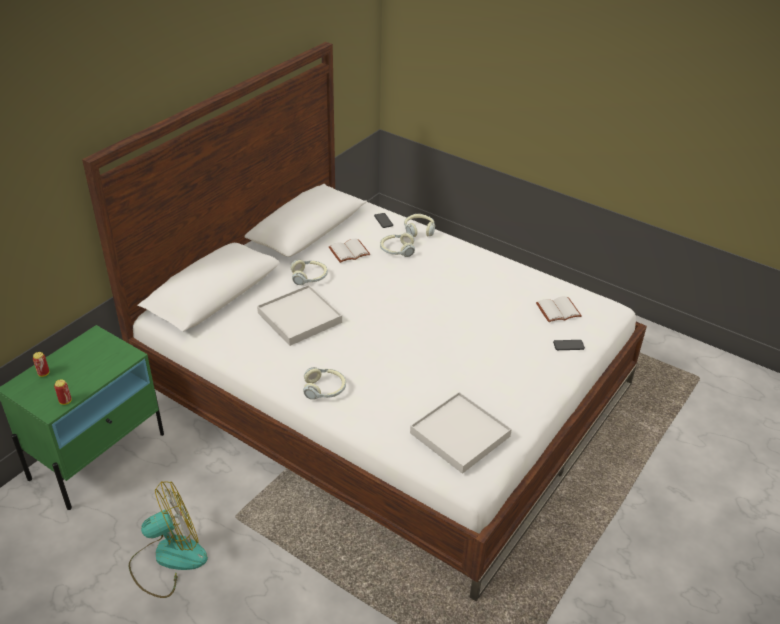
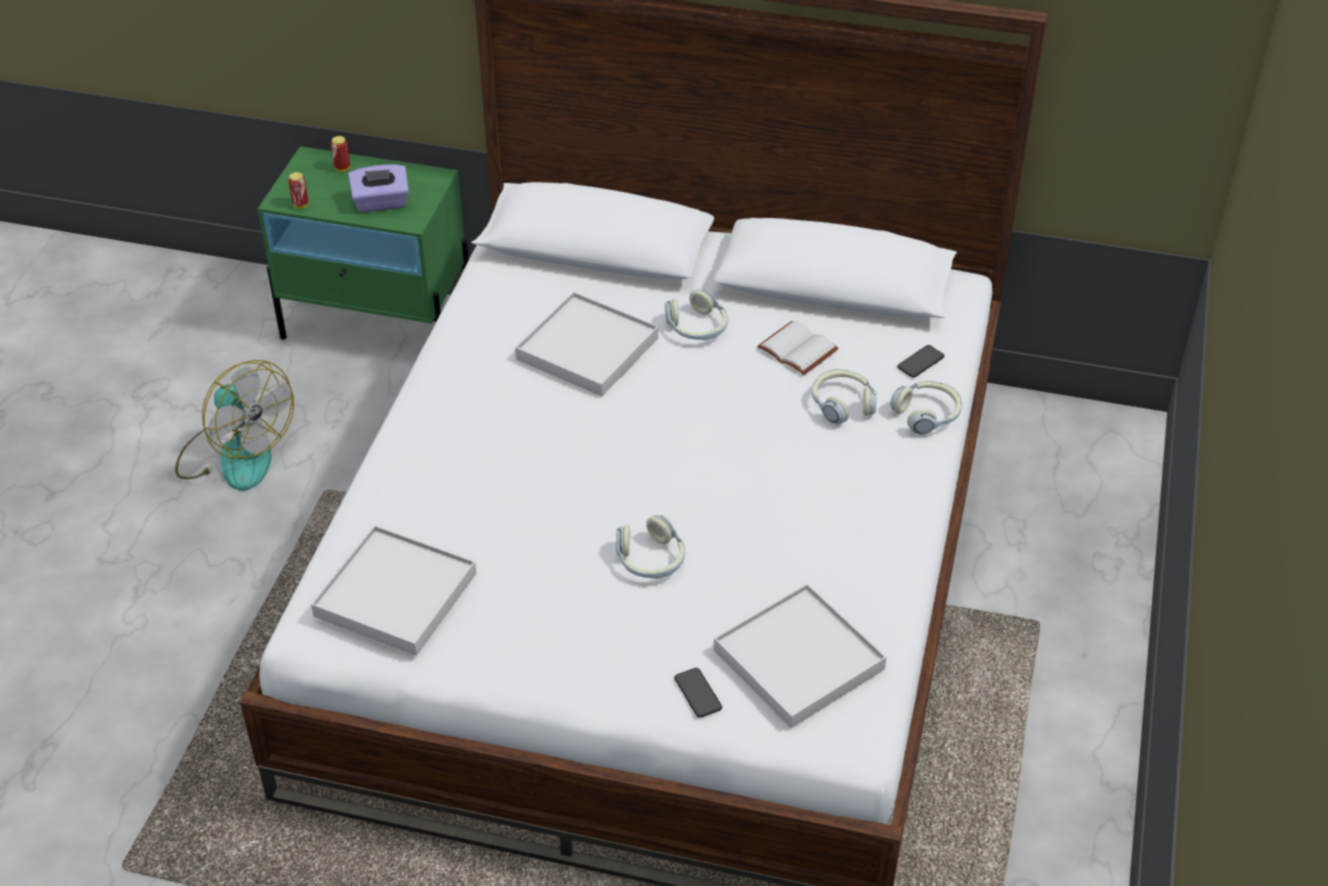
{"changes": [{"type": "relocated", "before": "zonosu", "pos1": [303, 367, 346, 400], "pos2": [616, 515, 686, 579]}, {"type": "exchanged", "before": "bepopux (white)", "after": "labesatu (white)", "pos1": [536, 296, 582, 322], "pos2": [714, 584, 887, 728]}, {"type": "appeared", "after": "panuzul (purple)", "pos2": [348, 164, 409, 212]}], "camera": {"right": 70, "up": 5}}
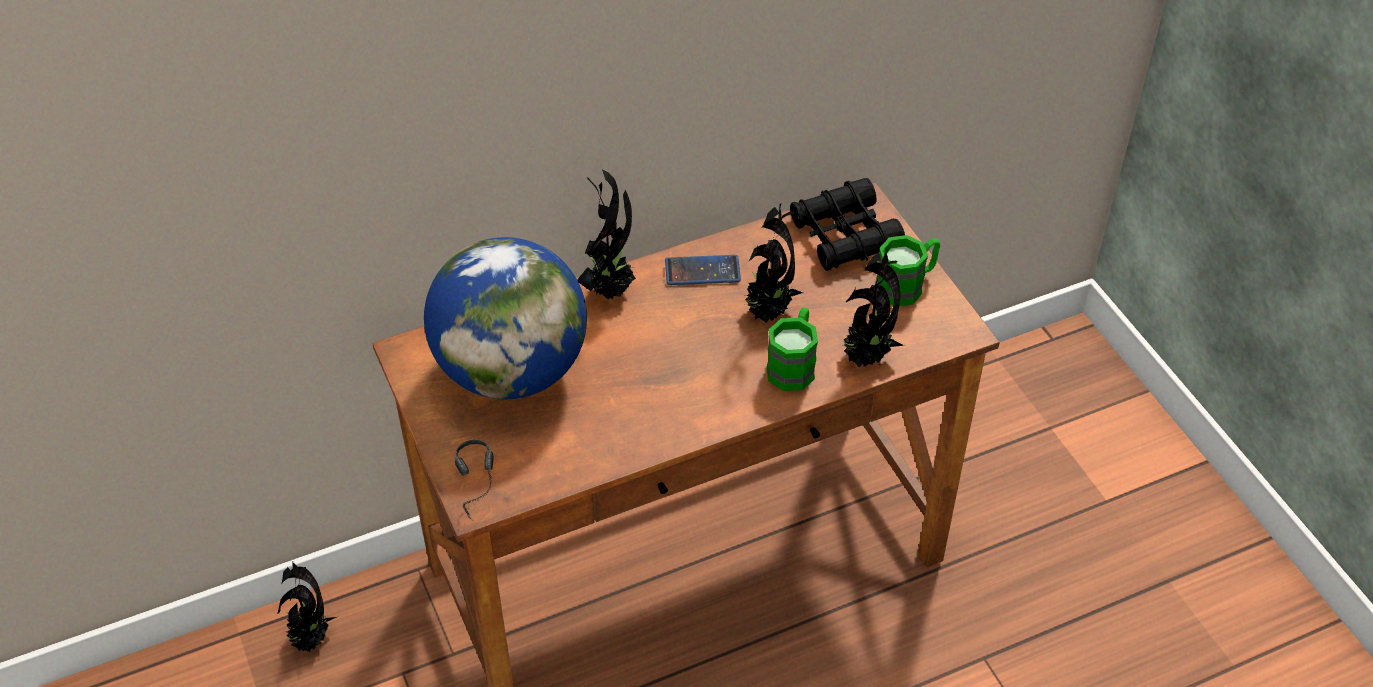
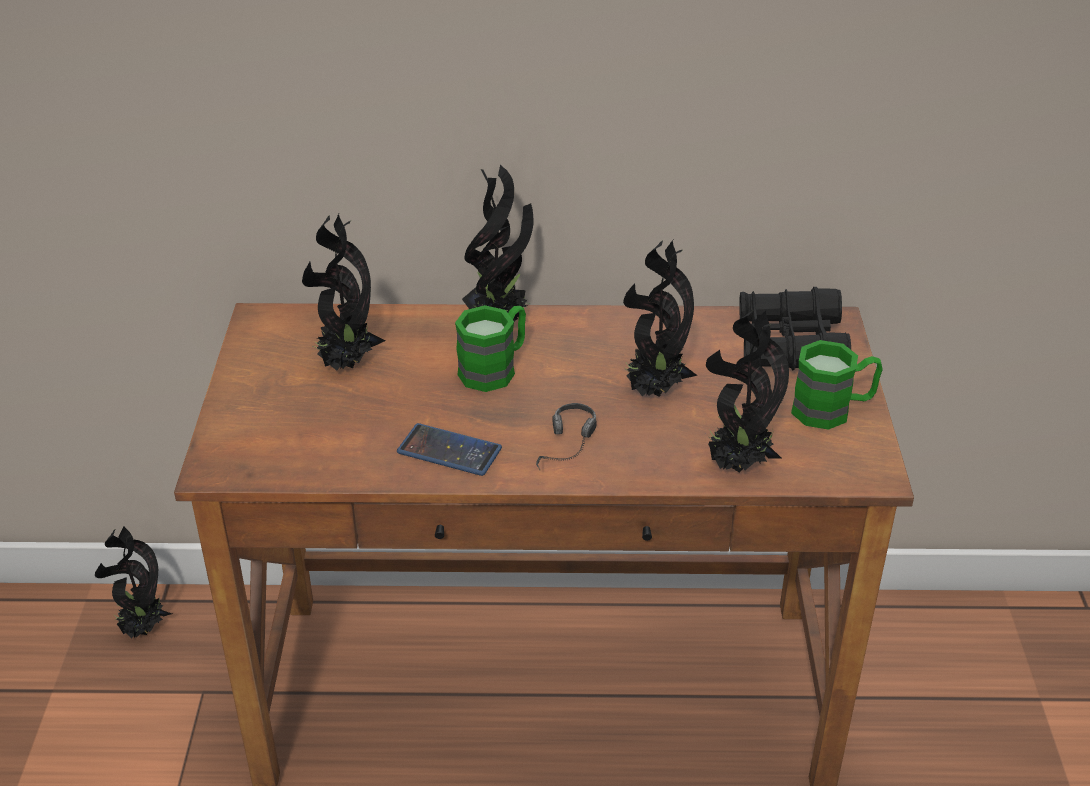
{"changes": [{"type": "exchanged", "before": "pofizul", "after": "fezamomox", "pos1": [424, 237, 587, 399], "pos2": [302, 214, 385, 371]}, {"type": "relocated", "before": "zonosu", "pos1": [455, 440, 493, 521], "pos2": [536, 403, 597, 470]}, {"type": "relocated", "before": "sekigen", "pos1": [665, 255, 741, 285], "pos2": [397, 423, 502, 476]}, {"type": "relocated", "before": "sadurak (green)", "pos1": [767, 308, 818, 391], "pos2": [455, 305, 526, 392]}], "camera": {"right": 25, "up": -10}}
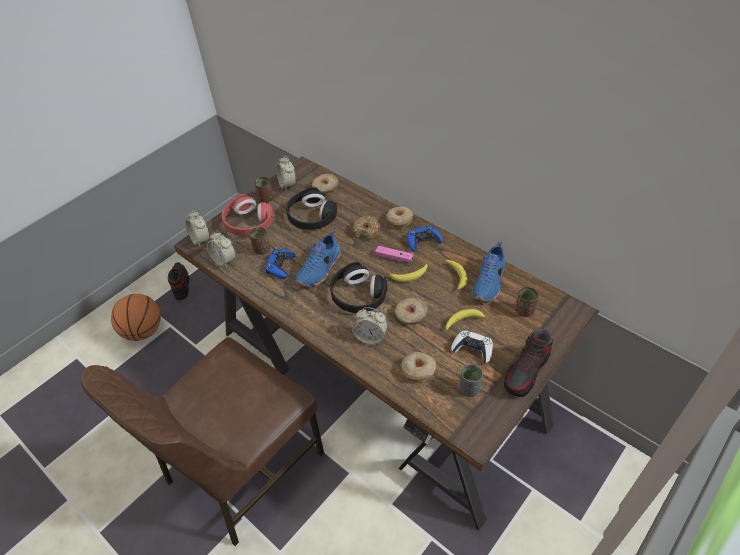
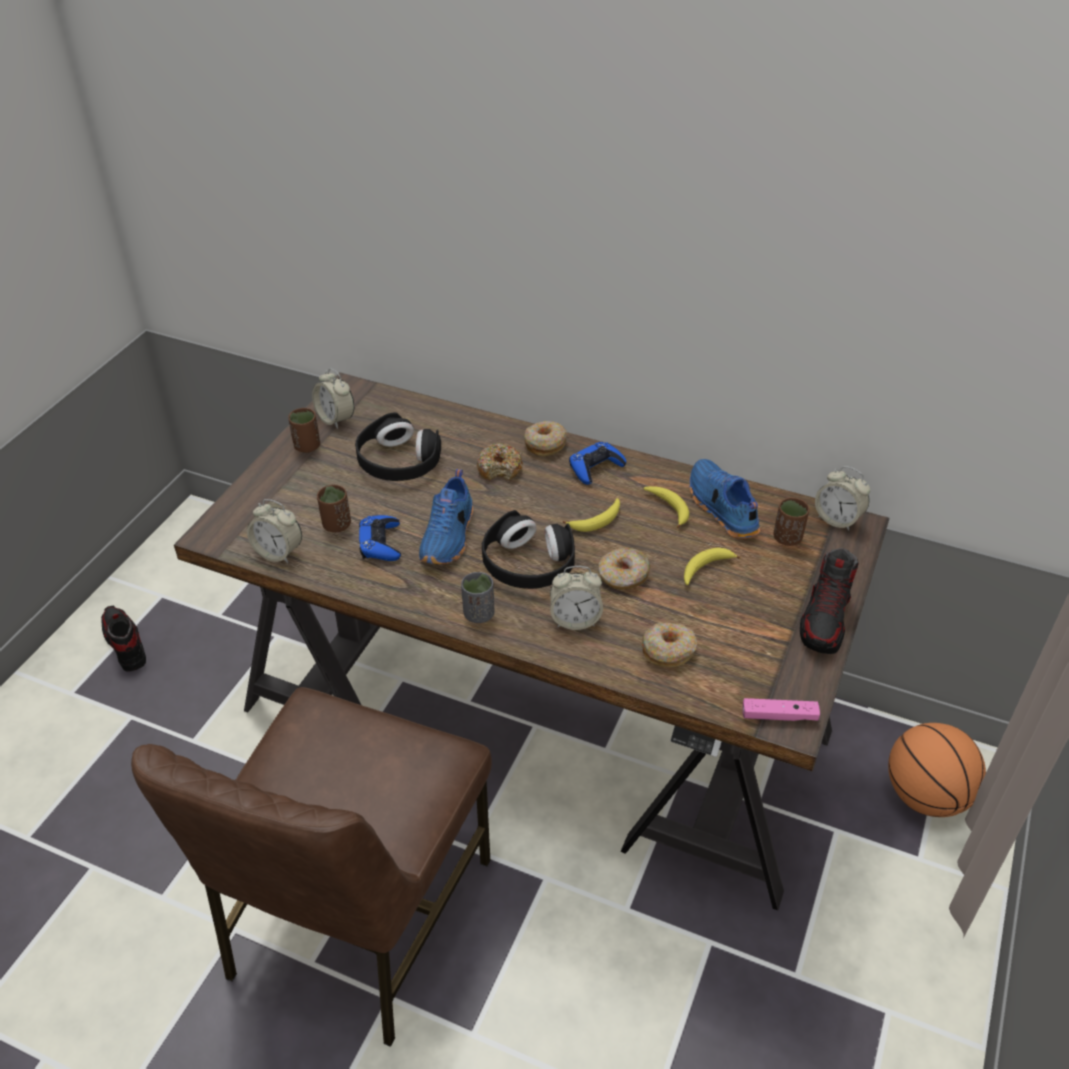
{"changes": [{"type": "relocated", "before": "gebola", "pos1": [111, 294, 161, 341], "pos2": [888, 723, 986, 817]}, {"type": "relocated", "before": "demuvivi", "pos1": [186, 210, 210, 247], "pos2": [815, 466, 870, 531]}, {"type": "missing", "before": "zonosu (red)", "pos1": [222, 194, 273, 236]}, {"type": "missing", "before": "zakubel", "pos1": [312, 174, 338, 194]}, {"type": "relocated", "before": "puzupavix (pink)", "pos1": [375, 246, 414, 263], "pos2": [742, 698, 820, 721]}, {"type": "missing", "before": "puzupavix (white)", "pos1": [451, 330, 493, 364]}, {"type": "relocated", "before": "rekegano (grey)", "pos1": [460, 364, 483, 397], "pos2": [461, 572, 495, 623]}, {"type": "spun", "before": "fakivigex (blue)", "pos1": [472, 241, 505, 302], "pos2": [689, 459, 760, 539], "turn": 150}], "camera": {"right": -20, "up": -5}}
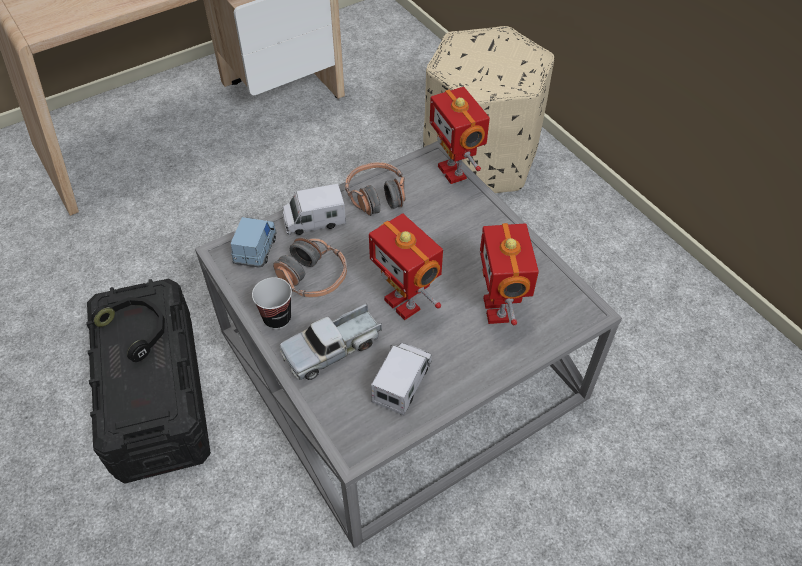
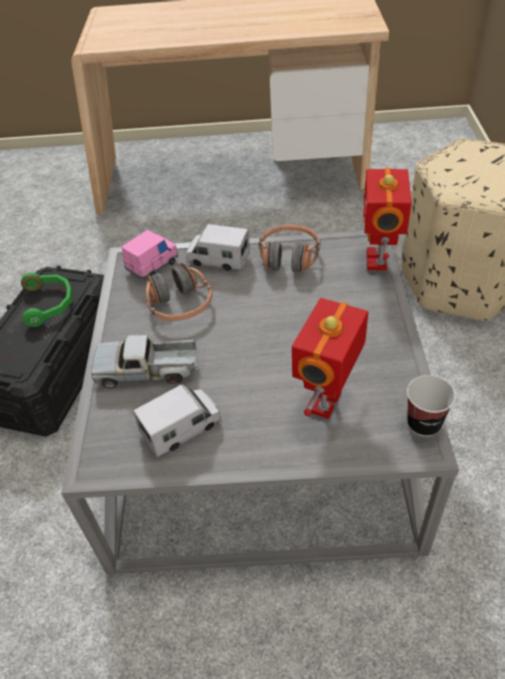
{"changes": [{"type": "colour", "before": "zonosu (black)", "after": "zonosu (green)", "pos1": [91, 297, 165, 362], "pos2": [21, 273, 73, 327]}, {"type": "colour", "before": "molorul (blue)", "after": "molorul (pink)", "pos1": [231, 217, 277, 268], "pos2": [121, 230, 178, 279]}, {"type": "relocated", "before": "rekegano", "pos1": [252, 277, 292, 329], "pos2": [407, 375, 456, 437]}, {"type": "missing", "before": "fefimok", "pos1": [369, 213, 443, 320]}], "camera": {"right": 35, "up": -5}}
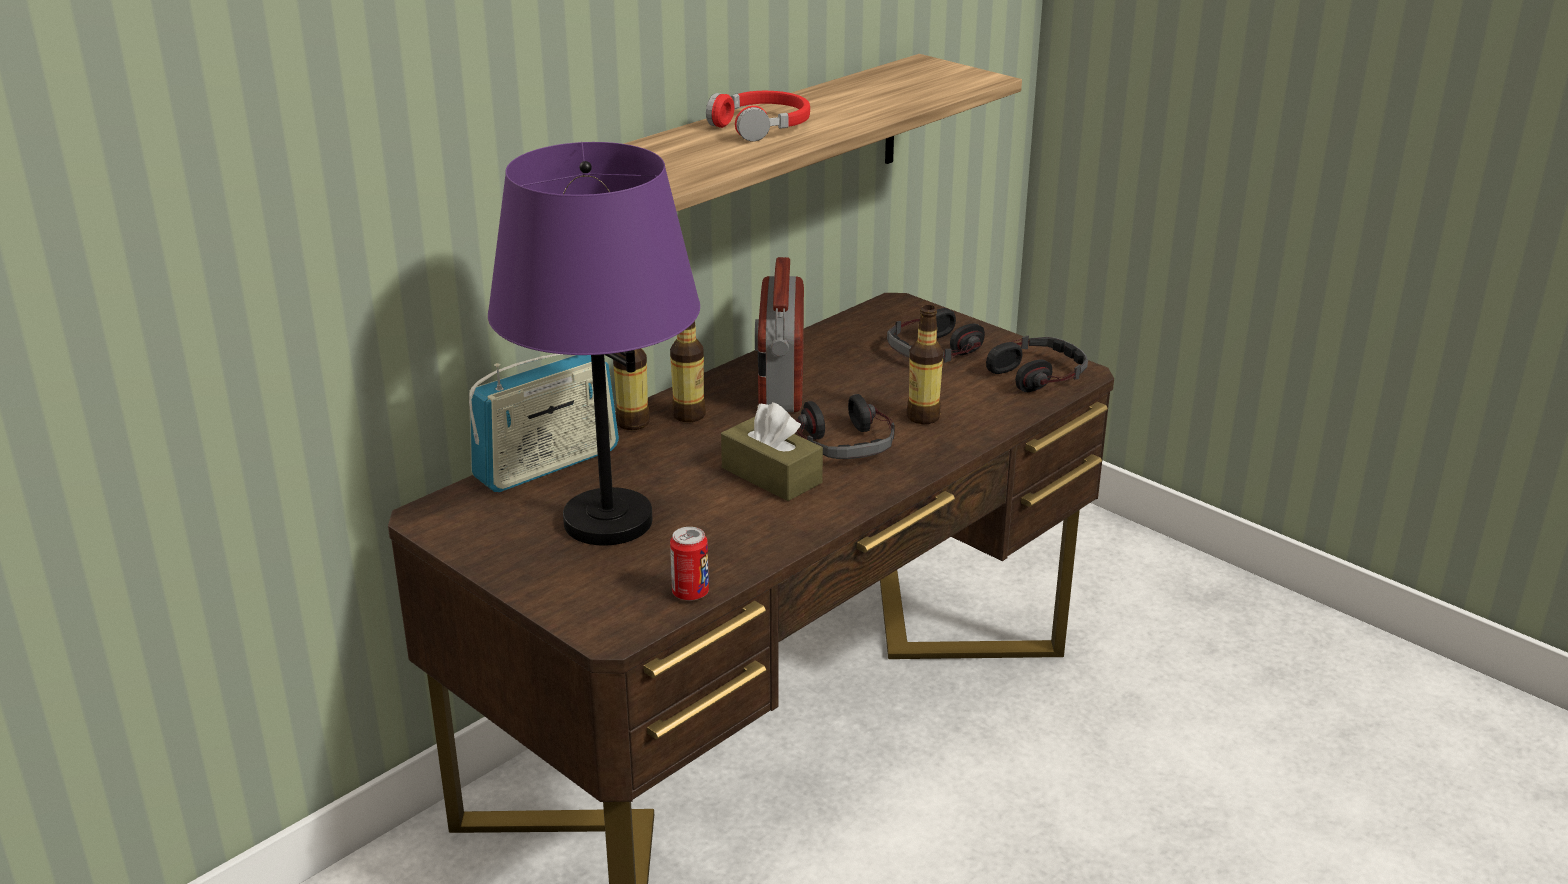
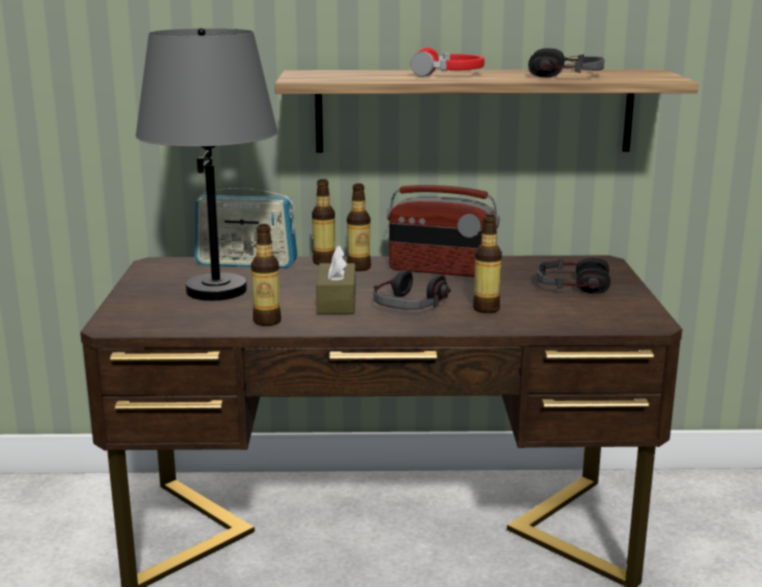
{"changes": [{"type": "colour", "before": "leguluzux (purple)", "after": "leguluzux (grey)", "pos1": [488, 142, 700, 546], "pos2": [136, 28, 278, 301]}, {"type": "missing", "before": "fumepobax", "pos1": [670, 527, 709, 601]}, {"type": "spun", "before": "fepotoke", "pos1": [755, 257, 804, 412], "pos2": [387, 185, 500, 277], "turn": -120}, {"type": "relocated", "before": "zonosu", "pos1": [986, 336, 1088, 392], "pos2": [528, 48, 604, 78]}, {"type": "appeared", "after": "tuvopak", "pos2": [251, 224, 281, 326]}], "camera": {"right": 45, "up": -10}}
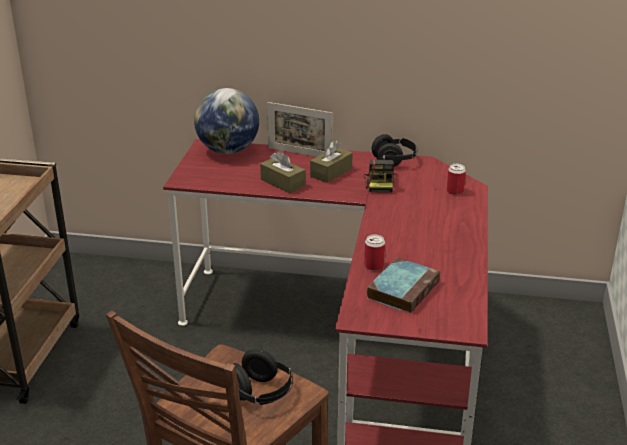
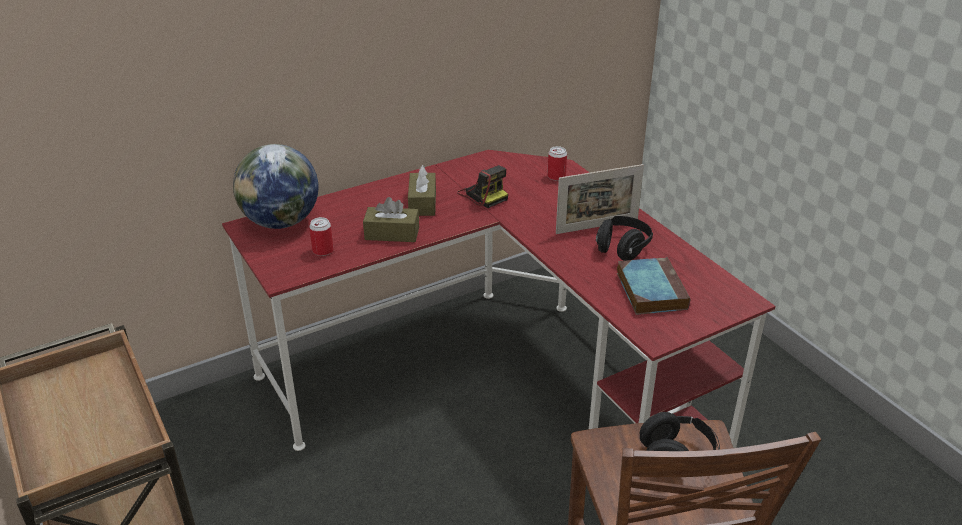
{"changes": [{"type": "relocated", "before": "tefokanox", "pos1": [267, 102, 333, 157], "pos2": [556, 164, 644, 234]}, {"type": "relocated", "before": "fumepobax", "pos1": [364, 234, 385, 271], "pos2": [309, 217, 334, 256]}, {"type": "relocated", "before": "zonosu (black)", "pos1": [372, 134, 418, 167], "pos2": [596, 216, 653, 261]}], "camera": {"right": -40, "up": 5}}
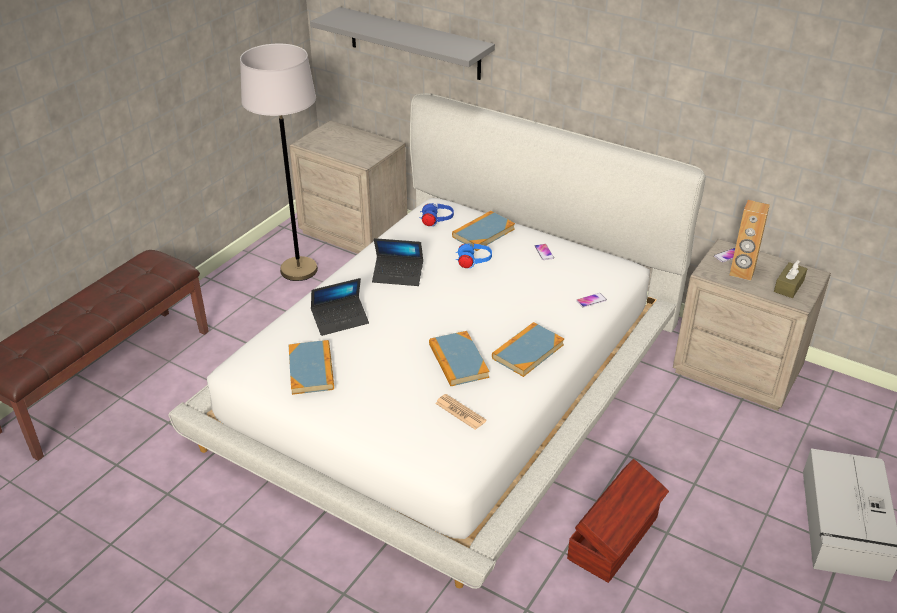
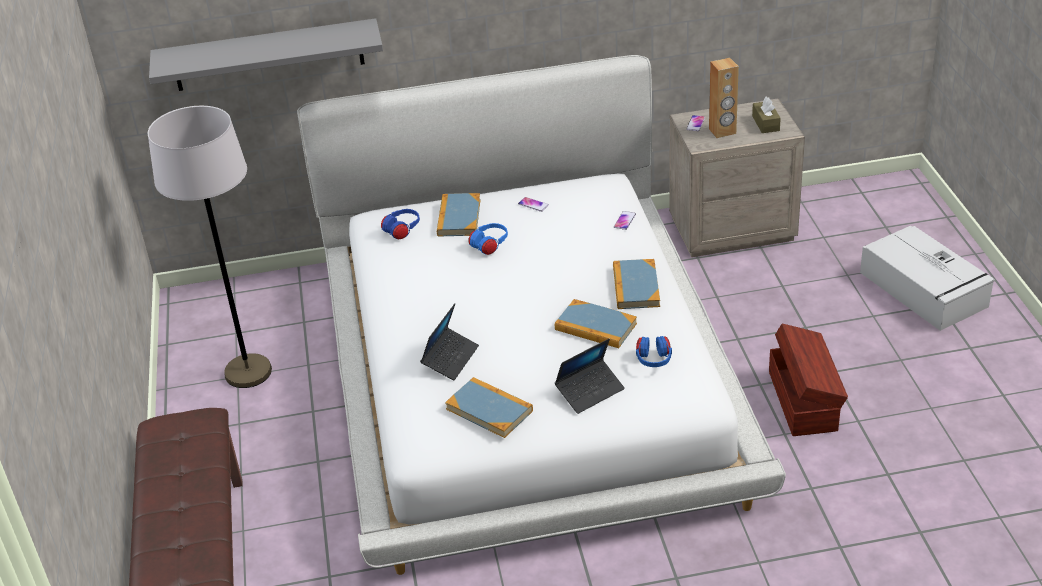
{"changes": [{"type": "missing", "before": "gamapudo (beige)", "pos1": [289, 120, 408, 254]}, {"type": "relocated", "before": "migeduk", "pos1": [372, 238, 423, 286], "pos2": [555, 339, 625, 414]}, {"type": "exchanged", "before": "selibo", "after": "zonosu (blue)", "pos1": [435, 394, 487, 430], "pos2": [636, 336, 672, 367]}], "camera": {"right": -40, "up": 0}}
